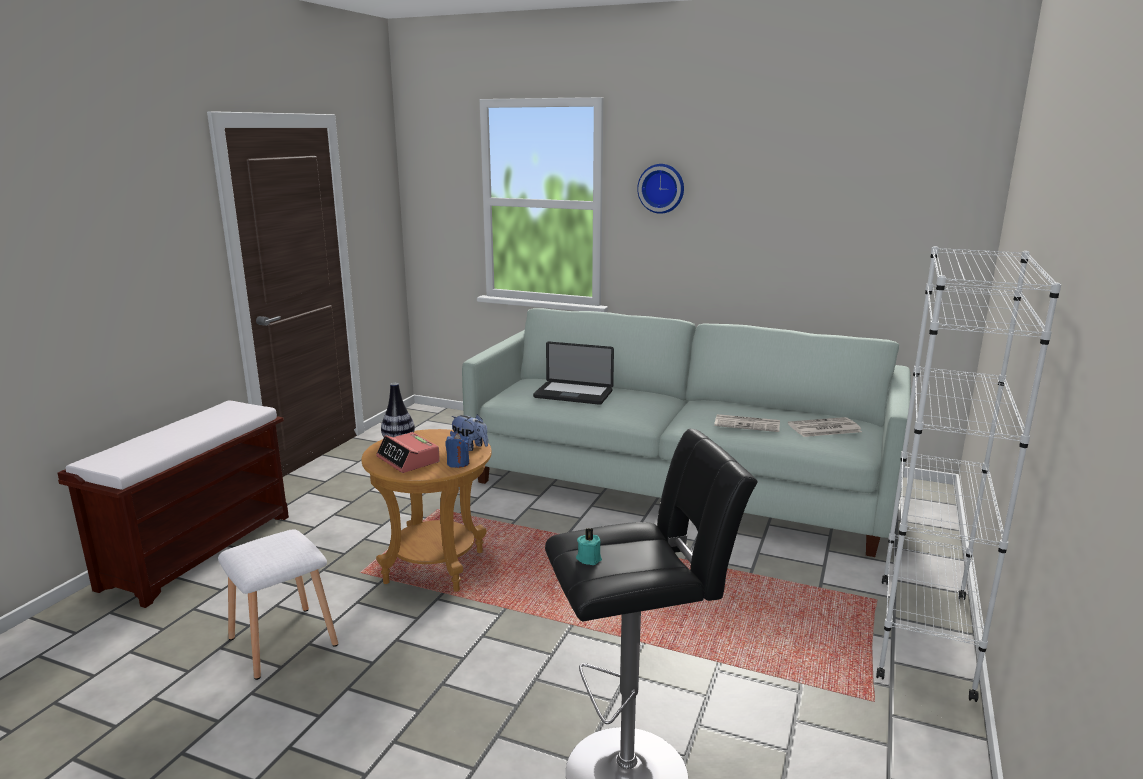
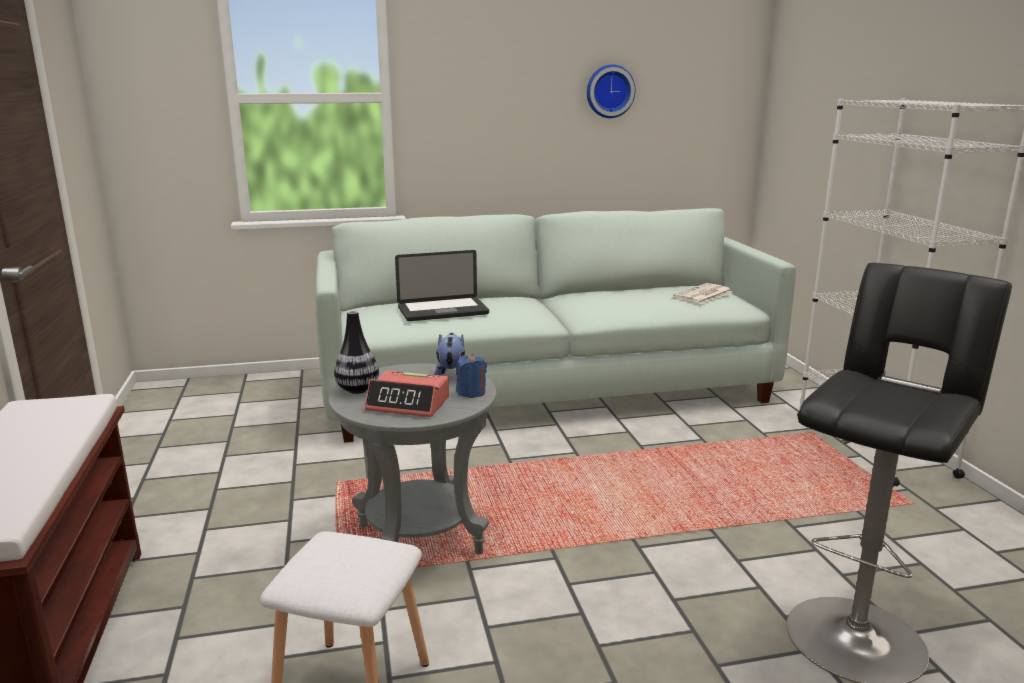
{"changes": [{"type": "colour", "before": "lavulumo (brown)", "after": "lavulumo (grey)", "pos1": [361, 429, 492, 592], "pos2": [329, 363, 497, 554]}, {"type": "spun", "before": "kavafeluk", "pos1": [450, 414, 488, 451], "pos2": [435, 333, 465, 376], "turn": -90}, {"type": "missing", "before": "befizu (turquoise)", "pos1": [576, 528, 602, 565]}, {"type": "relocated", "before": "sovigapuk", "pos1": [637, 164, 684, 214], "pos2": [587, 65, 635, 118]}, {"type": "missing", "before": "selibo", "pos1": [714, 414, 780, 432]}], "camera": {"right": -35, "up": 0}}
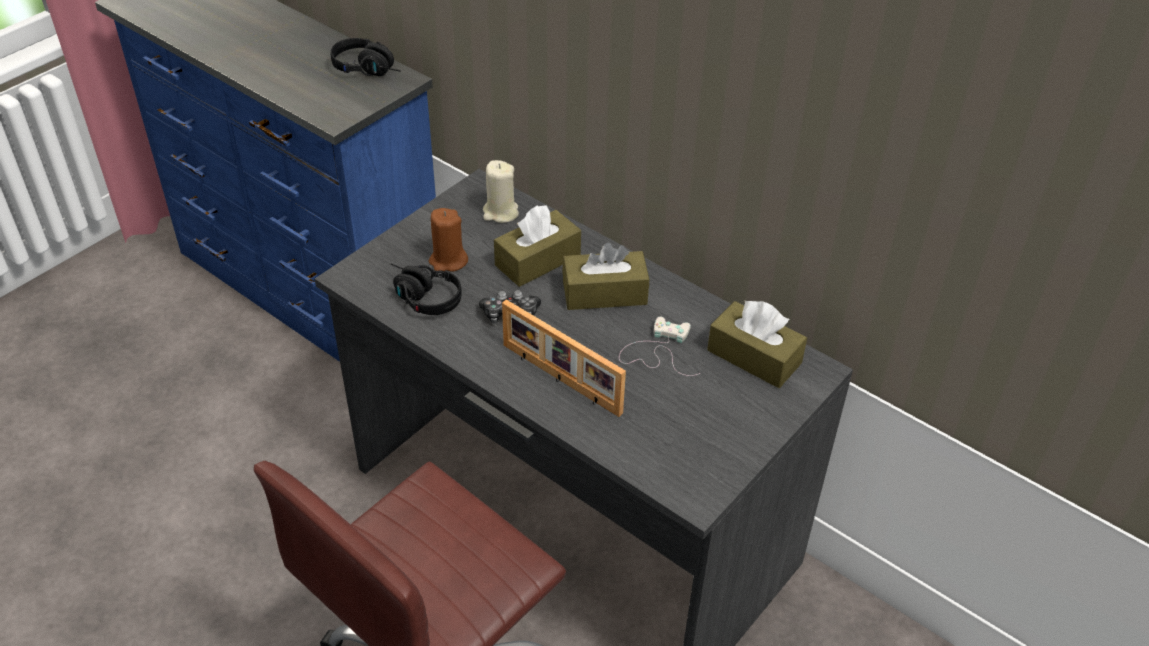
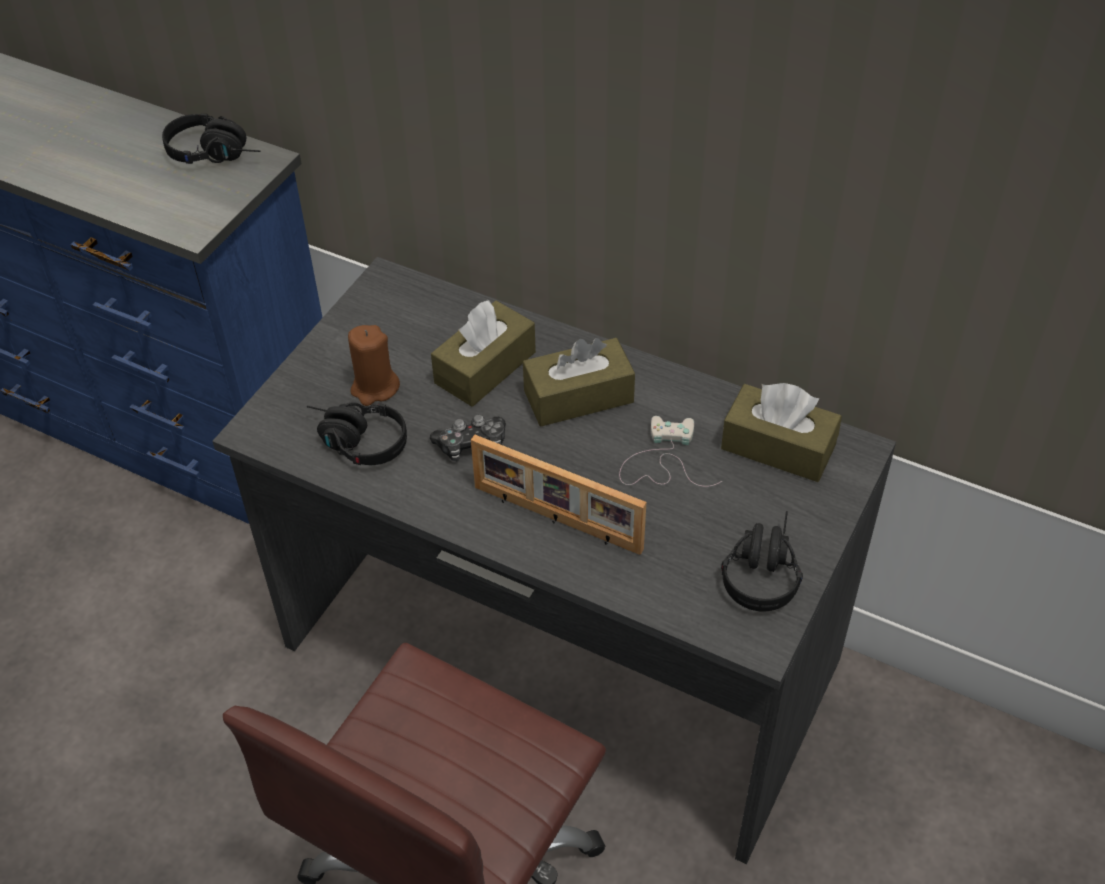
{"changes": [{"type": "missing", "before": "befizu (beige)", "pos1": [483, 160, 519, 223]}, {"type": "appeared", "after": "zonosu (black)", "pos2": [721, 511, 803, 612]}], "camera": {"right": -10, "up": 5}}
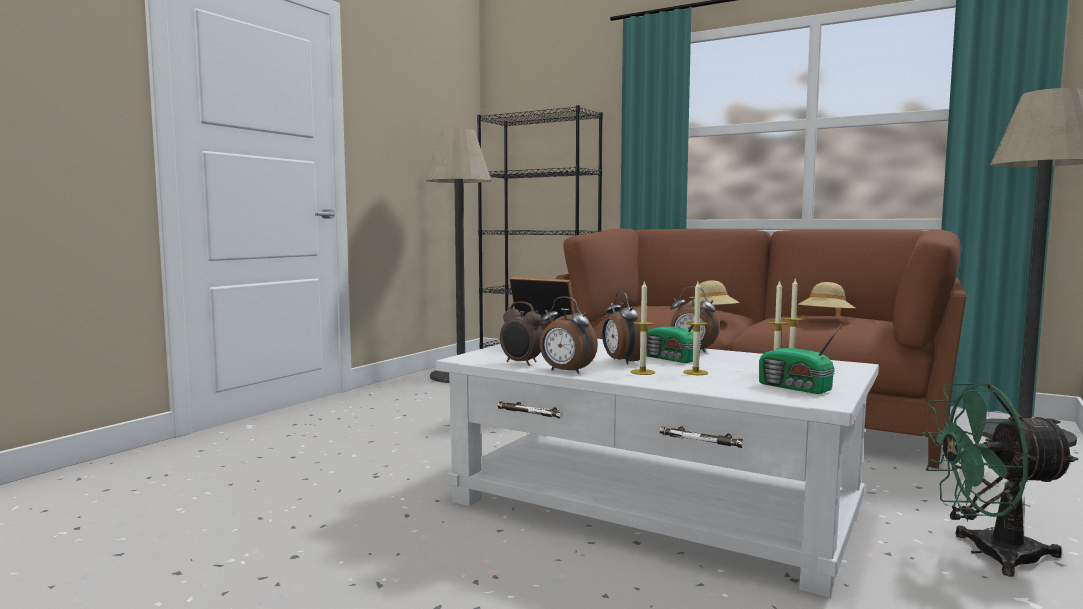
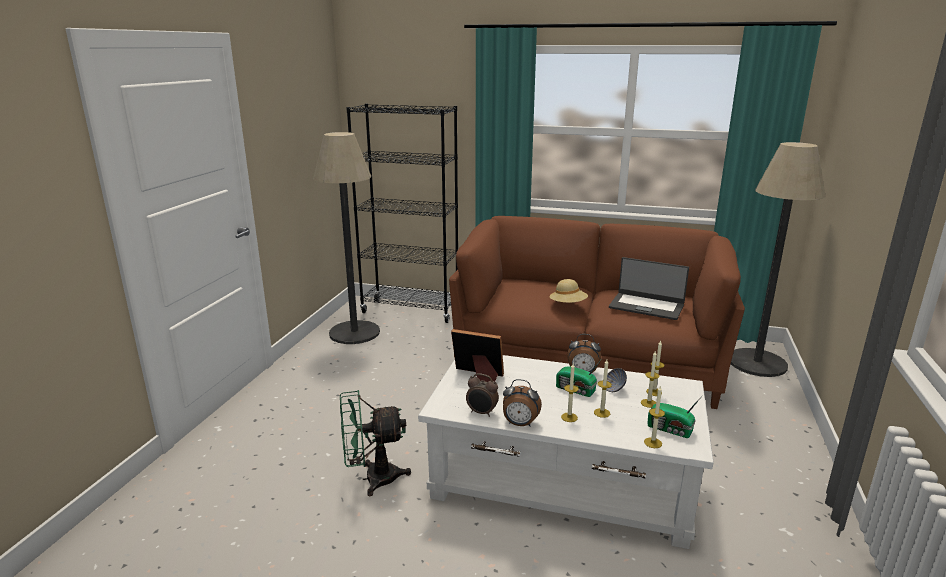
{"changes": [{"type": "missing", "before": "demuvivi", "pos1": [602, 291, 648, 365]}, {"type": "exchanged", "before": "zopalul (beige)", "after": "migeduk", "pos1": [798, 282, 855, 317], "pos2": [609, 257, 689, 320]}, {"type": "relocated", "before": "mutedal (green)", "pos1": [921, 382, 1078, 577], "pos2": [340, 390, 411, 496]}, {"type": "appeared", "after": "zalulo", "pos2": [606, 368, 627, 392]}, {"type": "appeared", "after": "befizu", "pos2": [644, 385, 665, 448]}], "camera": {"right": -15, "up": 15}}
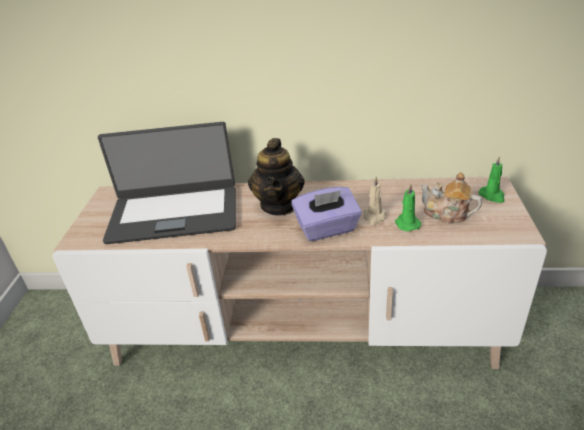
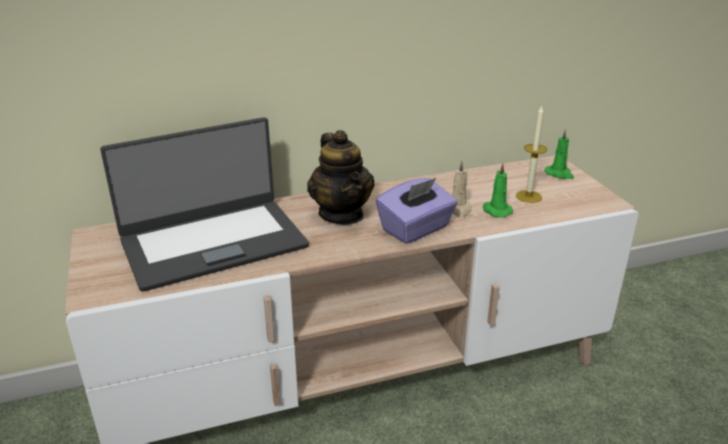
{"changes": [{"type": "exchanged", "before": "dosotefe", "after": "befizu", "pos1": [420, 172, 482, 224], "pos2": [516, 106, 547, 203]}], "camera": {"right": -25, "up": -5}}
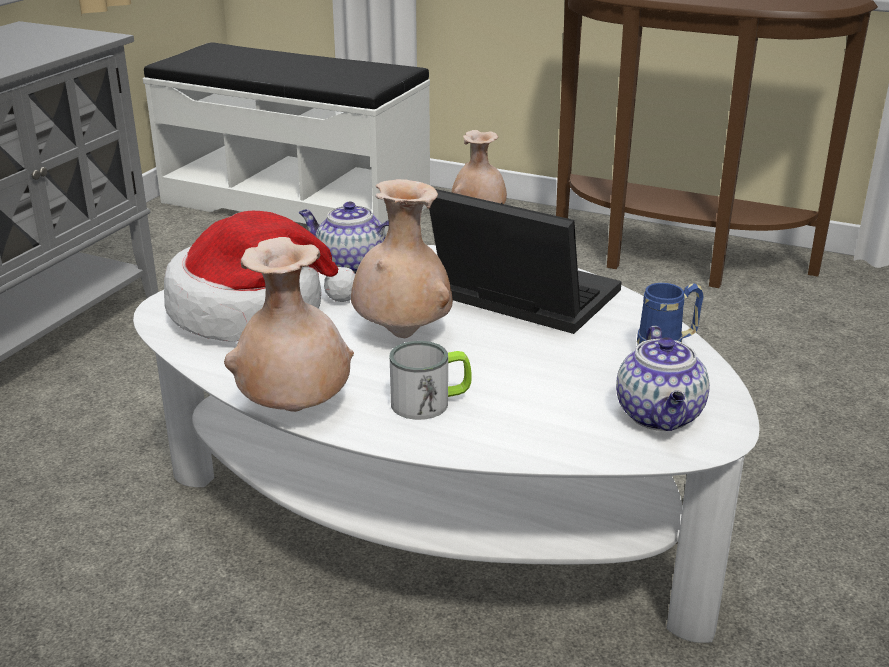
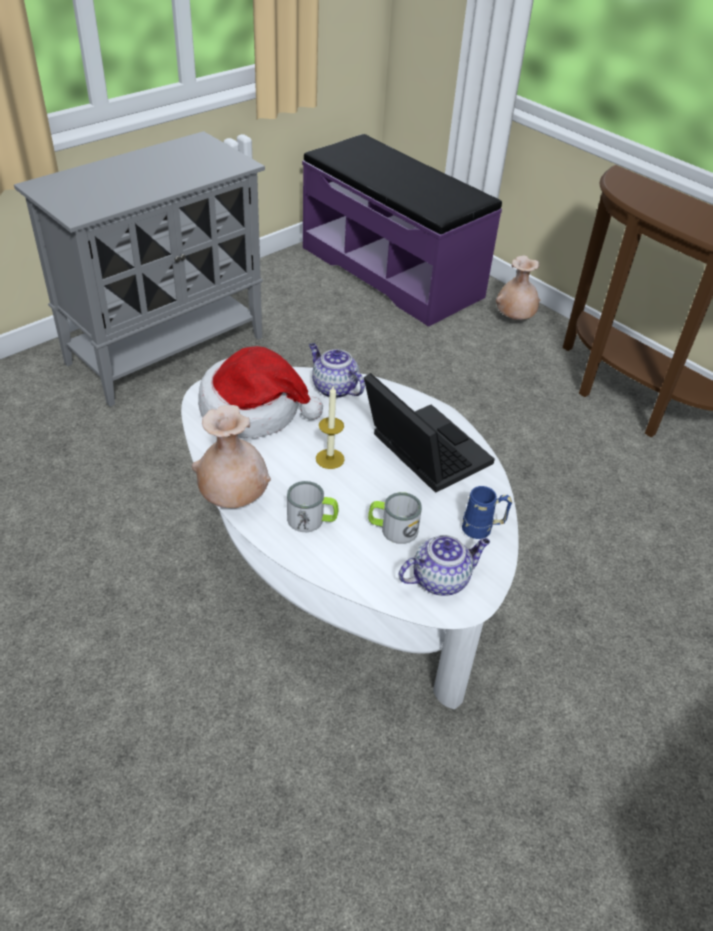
{"changes": [{"type": "colour", "before": "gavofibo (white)", "after": "gavofibo (purple)", "pos1": [143, 42, 430, 235], "pos2": [302, 134, 502, 327]}, {"type": "exchanged", "before": "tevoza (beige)", "after": "befizu", "pos1": [351, 179, 453, 338], "pos2": [316, 386, 345, 469]}, {"type": "spun", "before": "dosotefe", "pos1": [616, 326, 710, 431], "pos2": [398, 535, 490, 596], "turn": -135}, {"type": "appeared", "after": "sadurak", "pos2": [368, 492, 422, 544]}], "camera": {"right": 20, "up": 15}}
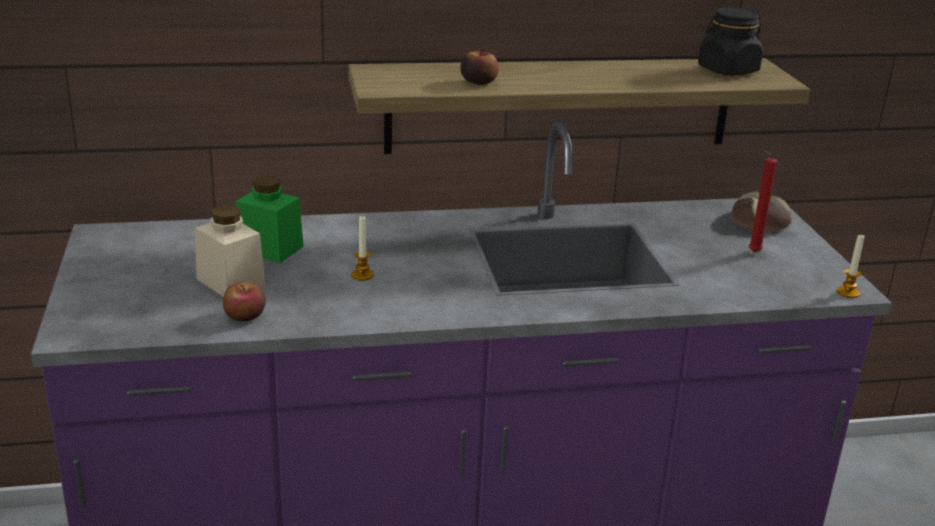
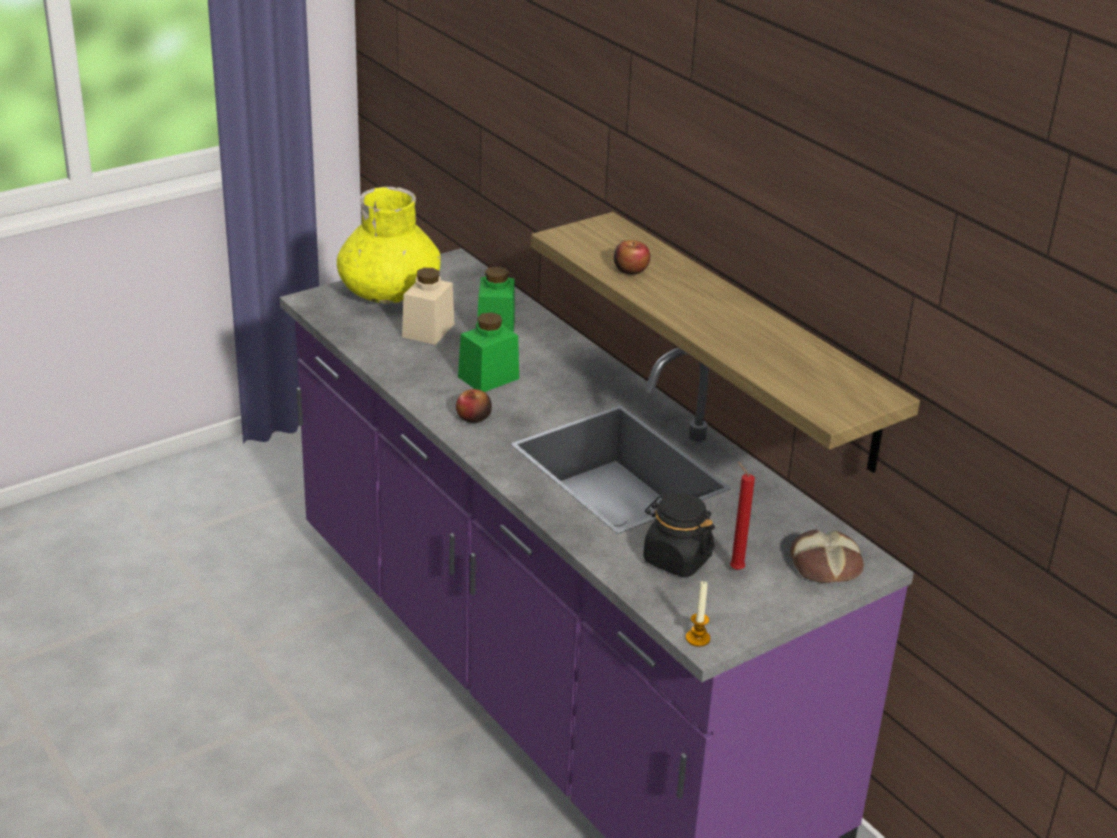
{"changes": [{"type": "relocated", "before": "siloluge", "pos1": [223, 282, 266, 322], "pos2": [456, 389, 492, 423]}, {"type": "exchanged", "before": "befizu", "after": "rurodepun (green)", "pos1": [352, 215, 374, 281], "pos2": [458, 312, 519, 392]}, {"type": "relocated", "before": "rurodepun (black)", "pos1": [698, 7, 763, 76], "pos2": [643, 493, 715, 577]}, {"type": "appeared", "after": "tevoza (yellow)", "pos2": [337, 187, 441, 303]}], "camera": {"right": 65, "up": 5}}
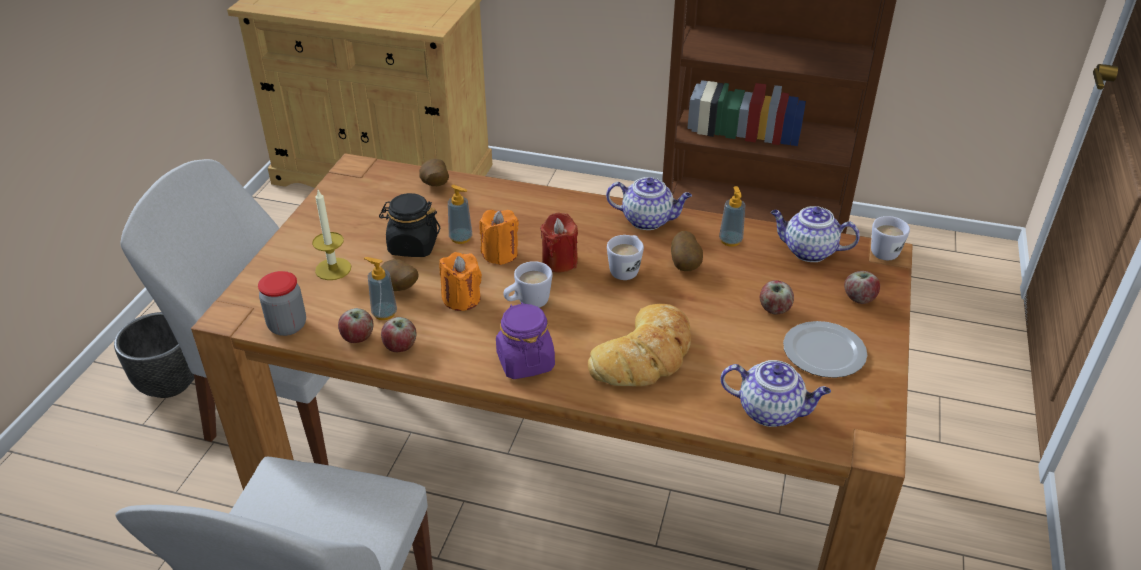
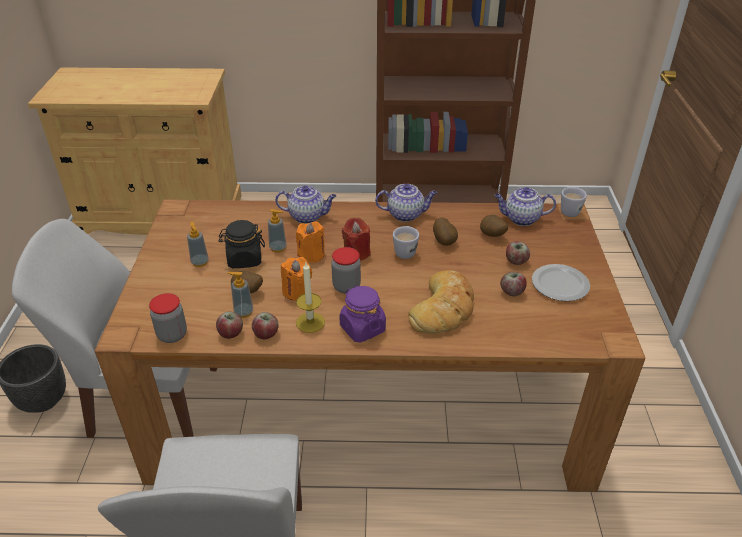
{"changes": [{"type": "relocated", "before": "befizu", "pos1": [312, 190, 351, 280], "pos2": [296, 262, 325, 333]}, {"type": "relocated", "before": "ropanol", "pos1": [419, 159, 449, 186], "pos2": [480, 215, 508, 237]}, {"type": "exchanged", "before": "sadurak (white)", "after": "rurodepun", "pos1": [503, 261, 552, 308], "pos2": [331, 247, 361, 294]}, {"type": "relocated", "before": "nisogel", "pos1": [719, 186, 745, 247], "pos2": [187, 222, 209, 267]}, {"type": "relocated", "before": "dosotefe", "pos1": [720, 360, 831, 427], "pos2": [275, 186, 336, 224]}, {"type": "relocated", "before": "siloluge", "pos1": [844, 271, 880, 304], "pos2": [500, 272, 527, 296]}], "camera": {"right": -15, "up": 0}}
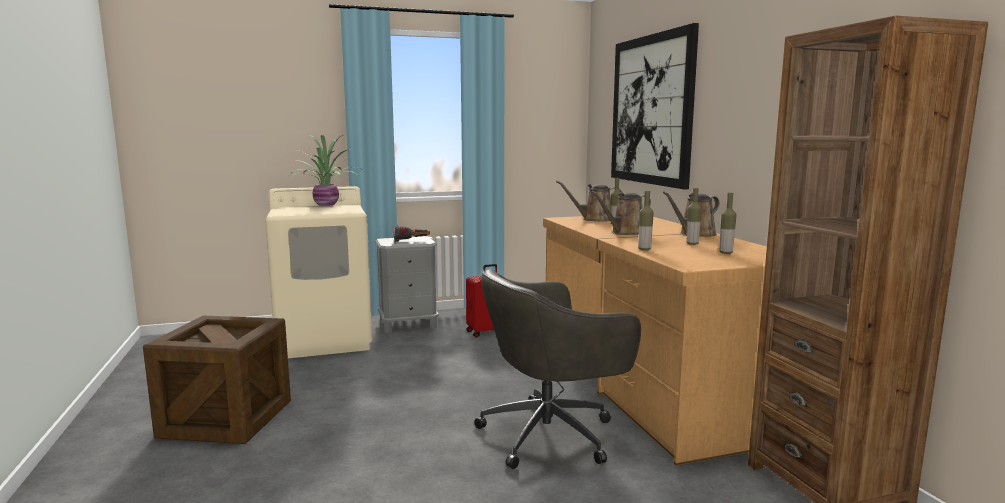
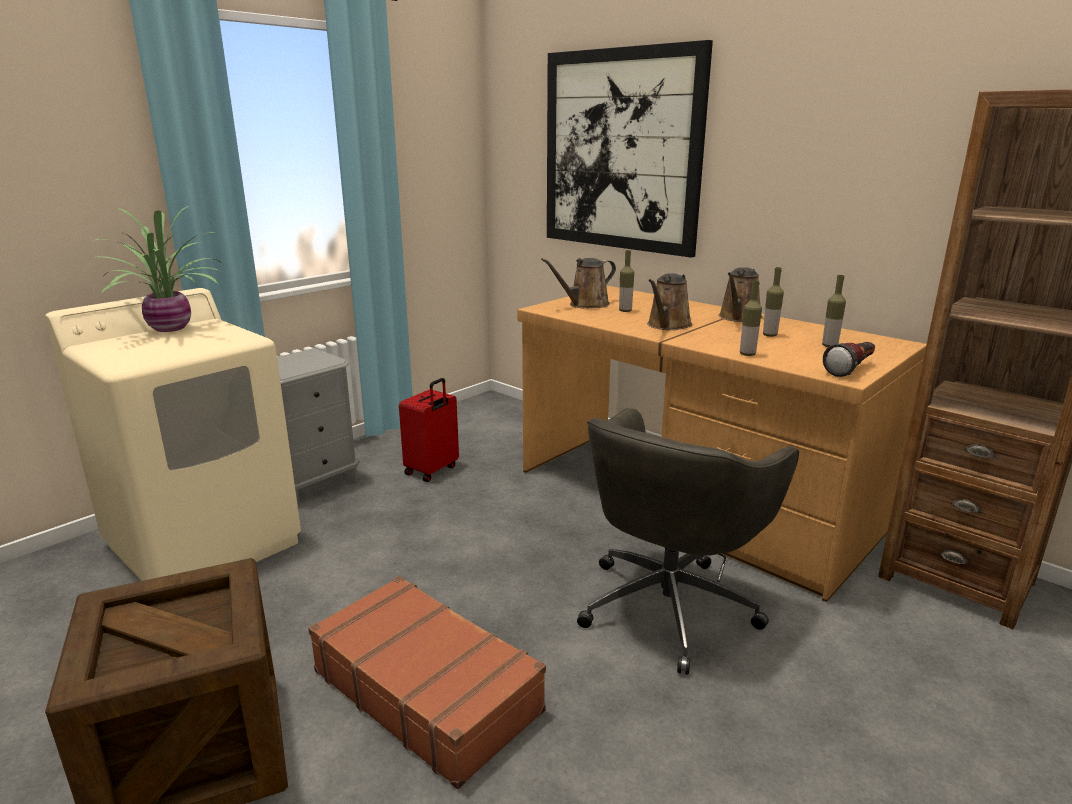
{"changes": [{"type": "relocated", "before": "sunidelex", "pos1": [393, 225, 430, 242], "pos2": [823, 342, 875, 377]}, {"type": "appeared", "after": "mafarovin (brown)", "pos2": [308, 576, 546, 789]}], "camera": {"right": -30, "up": 10}}
